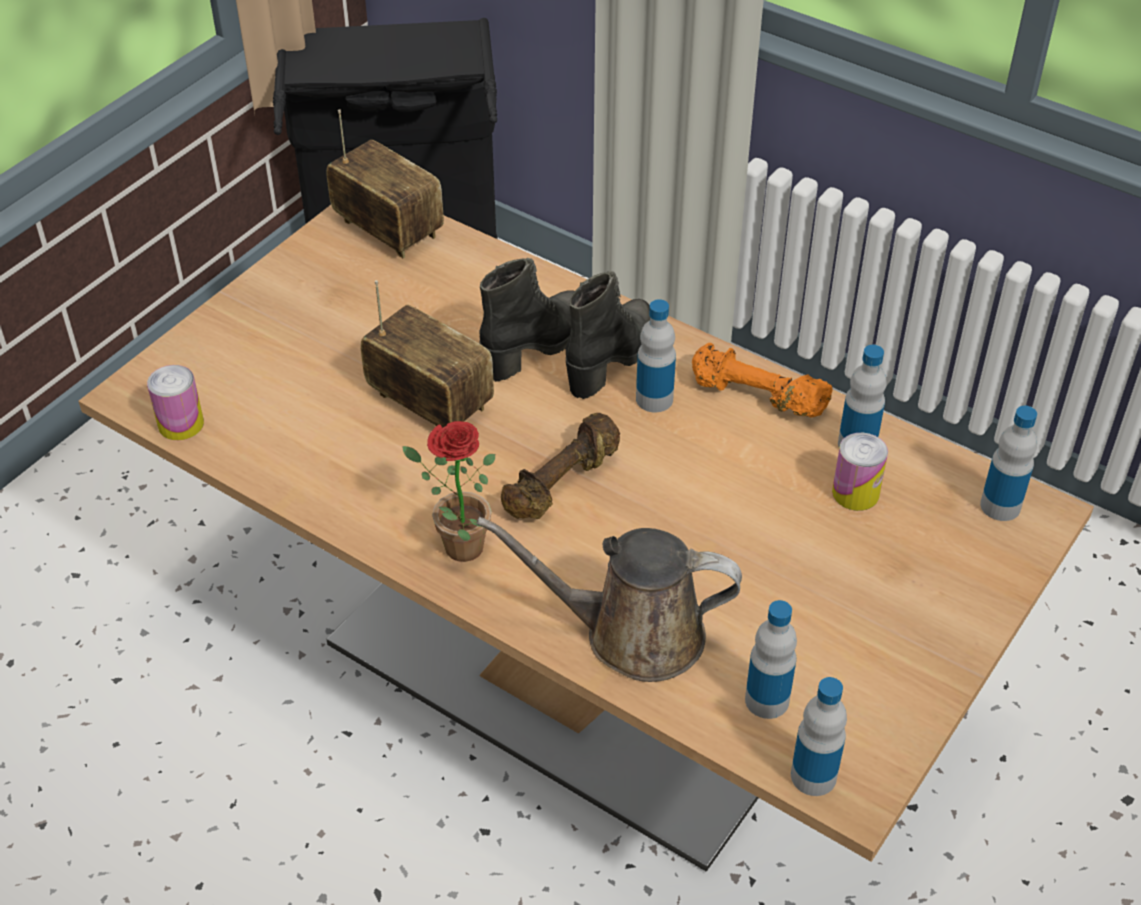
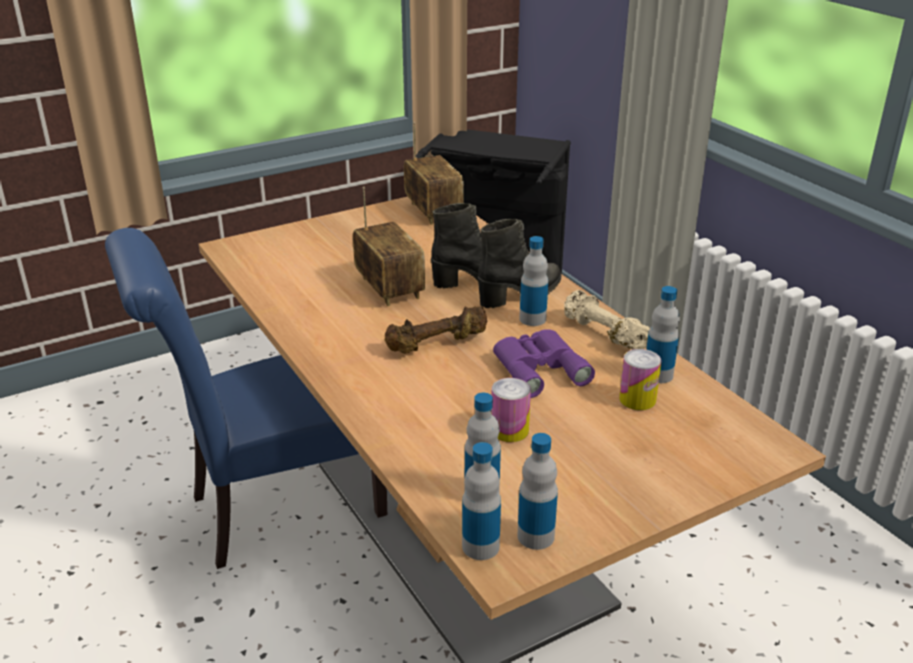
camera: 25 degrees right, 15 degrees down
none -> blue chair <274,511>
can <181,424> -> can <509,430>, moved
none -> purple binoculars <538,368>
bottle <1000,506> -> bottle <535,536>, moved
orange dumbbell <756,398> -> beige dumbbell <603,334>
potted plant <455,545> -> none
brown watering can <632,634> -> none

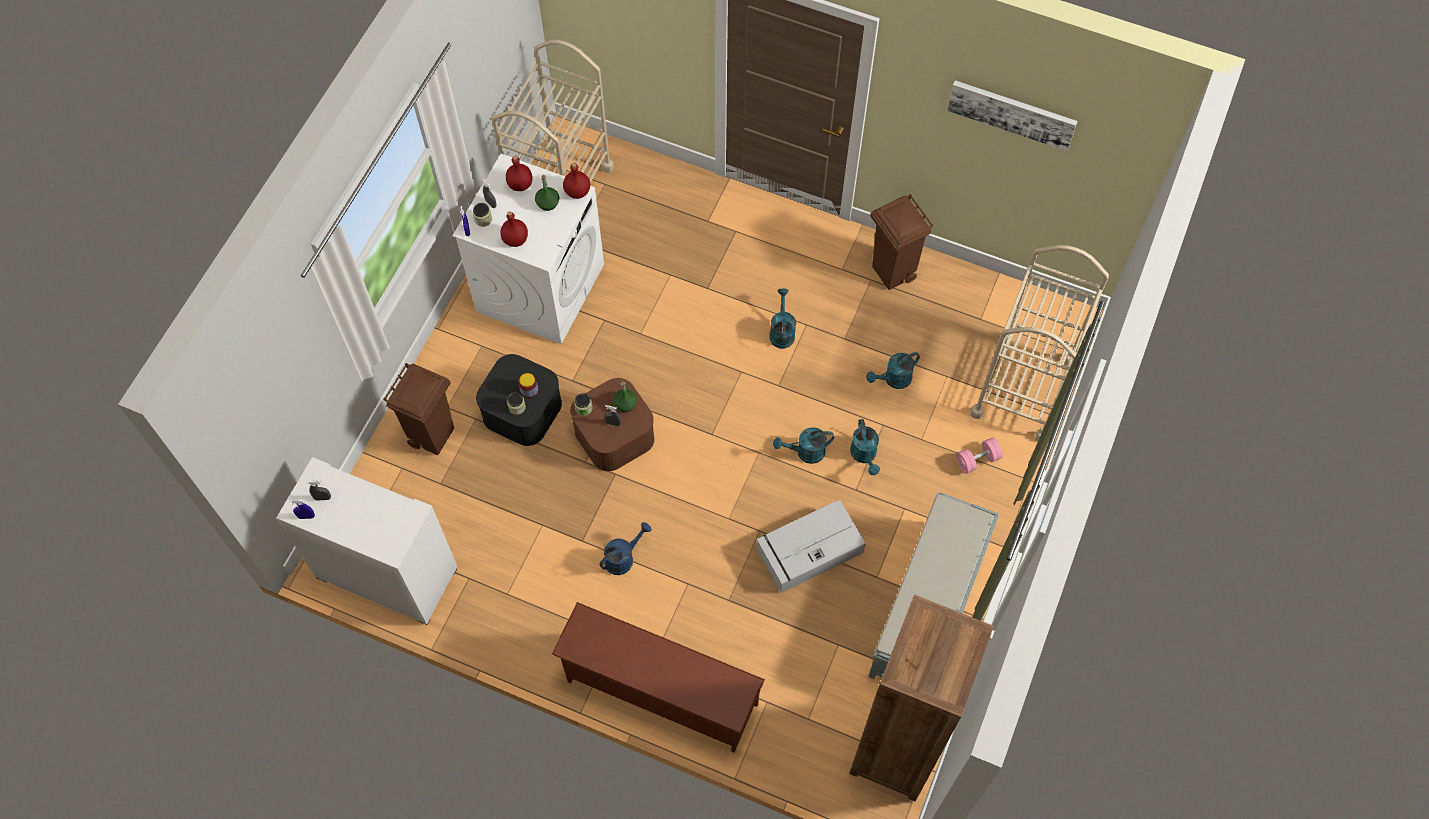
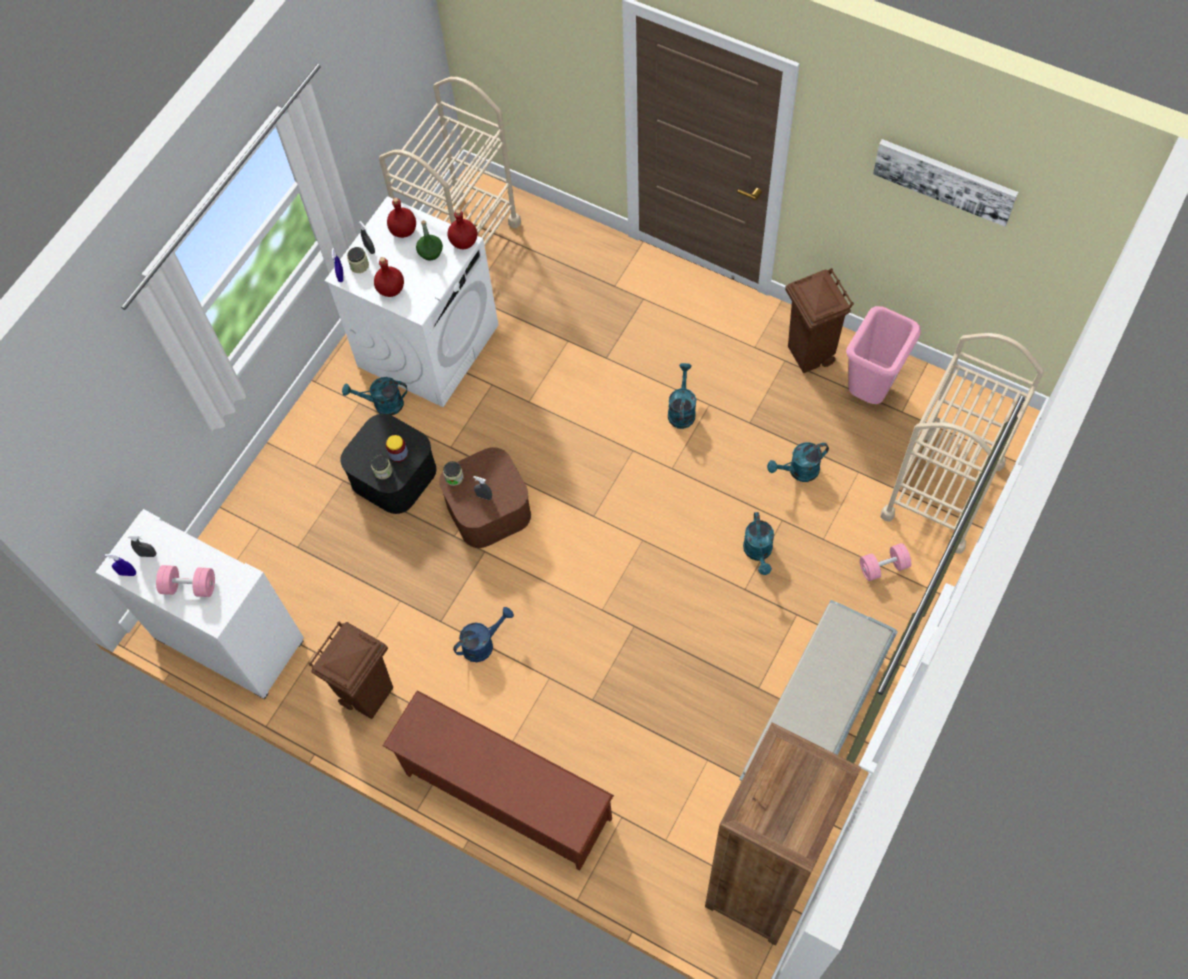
camera: 10 degrees right, 0 degrees up
none -> pink dumbbell <189,586>
brown trash can <433,435> -> brown trash can <369,694>, moved
turquoise watering can <805,452> -> turquoise watering can <382,404>, moved
none -> pink trash can <870,391>
green bottle <625,404> -> none
grey storage box <808,551> -> none

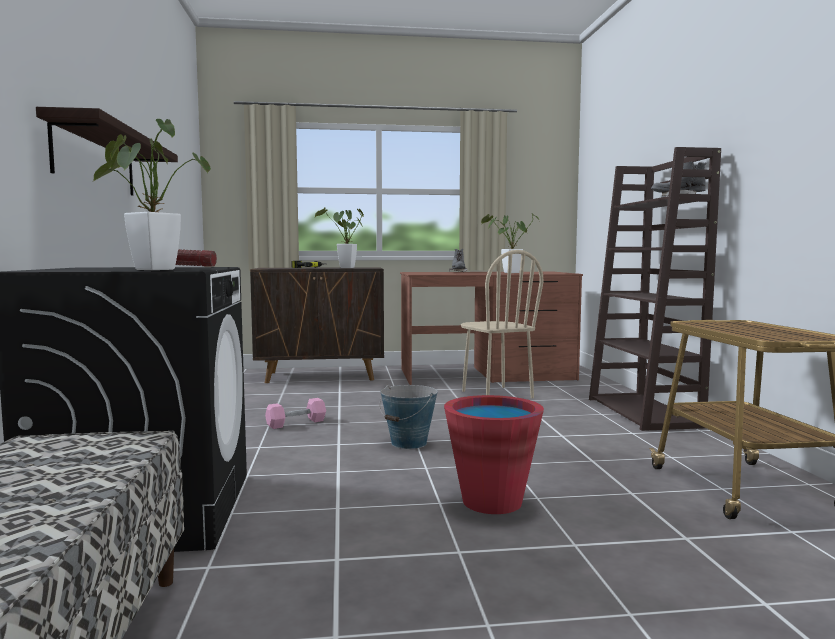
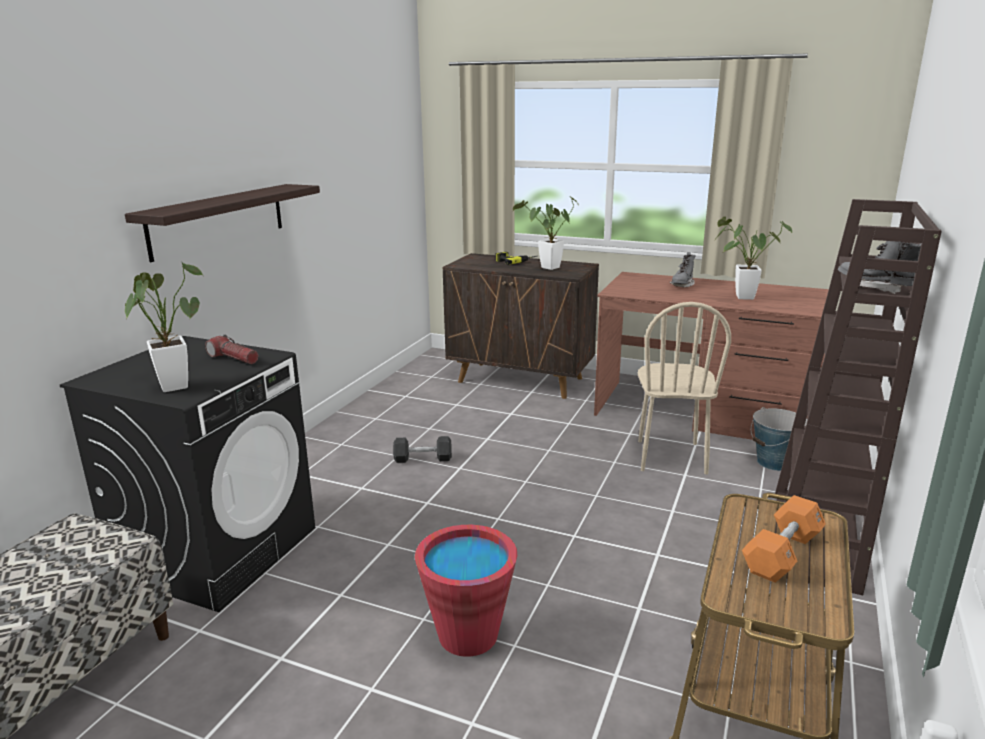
camera: 30 degrees right, 15 degrees up
pink dumbbell <296,423> -> black dumbbell <423,459>
none -> orange dumbbell <782,554>
bucket <409,443> -> bucket <774,463>, moved

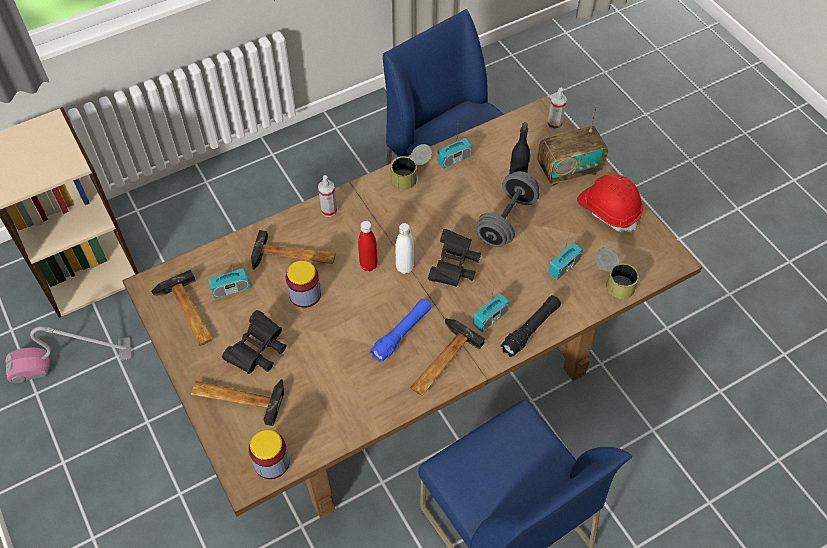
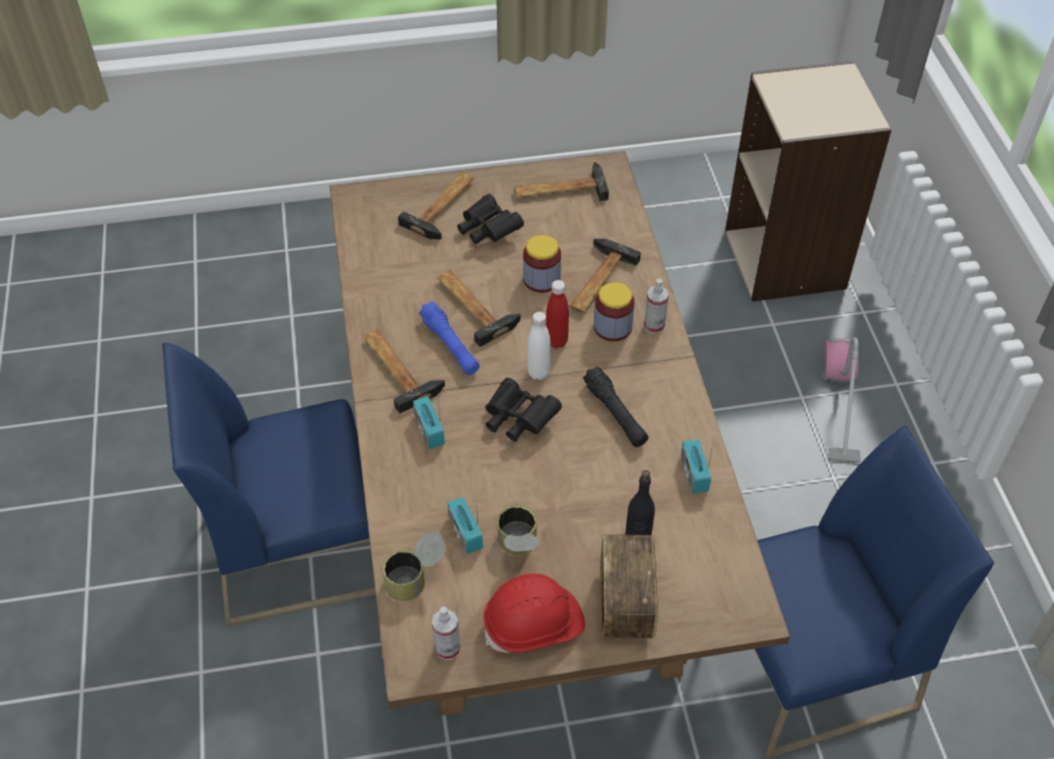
camera: 110 degrees right, 5 degrees down
spray bottle <554,124> -> spray bottle <447,649>, moved
none -> hammer <473,305>
can <411,176> -> can <518,548>, moved
black flashlight <531,329> -> black flashlight <615,414>, moved
jar <271,462> -> jar <612,327>, moved
vacuum cleaner <71,360> -> vacuum cleaner <840,404>, moved
radio <230,289> -> none
grey dumbbell <506,221> -> none

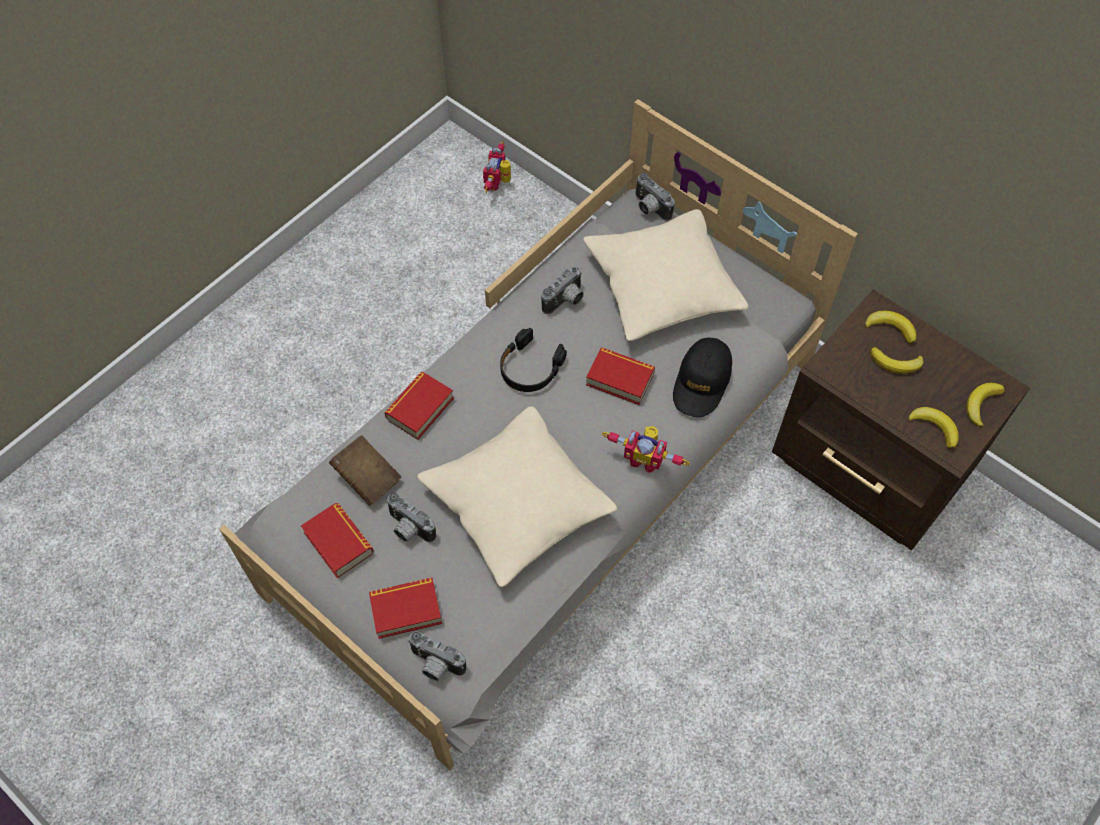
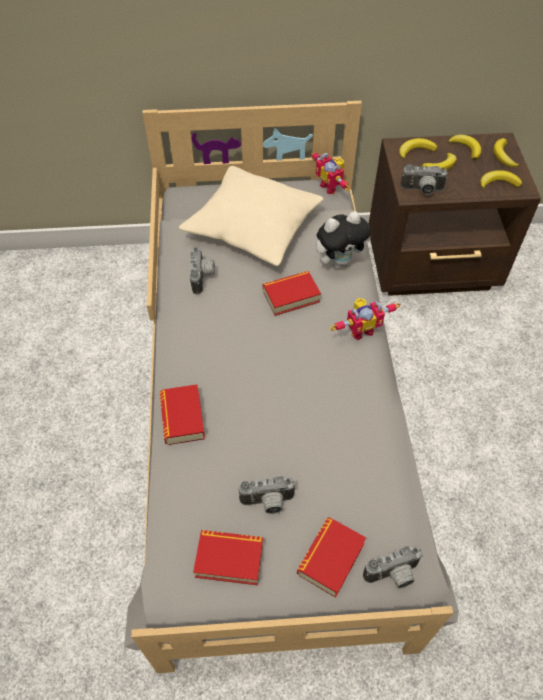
camera: 45 degrees left, 5 degrees down
toy robot <499,183> -> toy robot <331,186>, moved
black cap <702,382> -> plush toy <339,262>
photo camera <649,208> -> photo camera <422,191>, moved
none -> banana <466,148>
brown book <367,478> -> none
beige pillow <517,504> -> none
black headphones <530,368> -> none

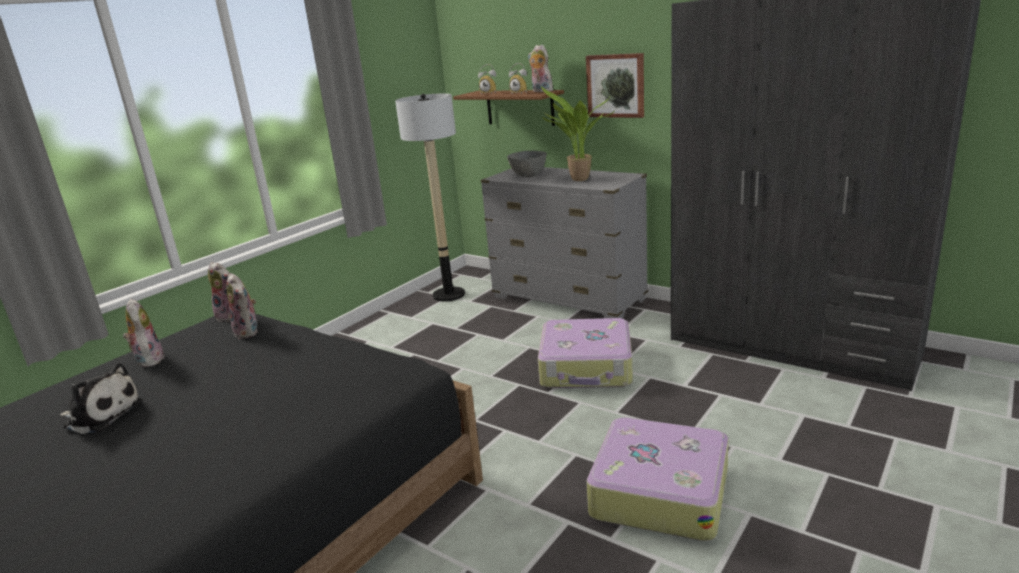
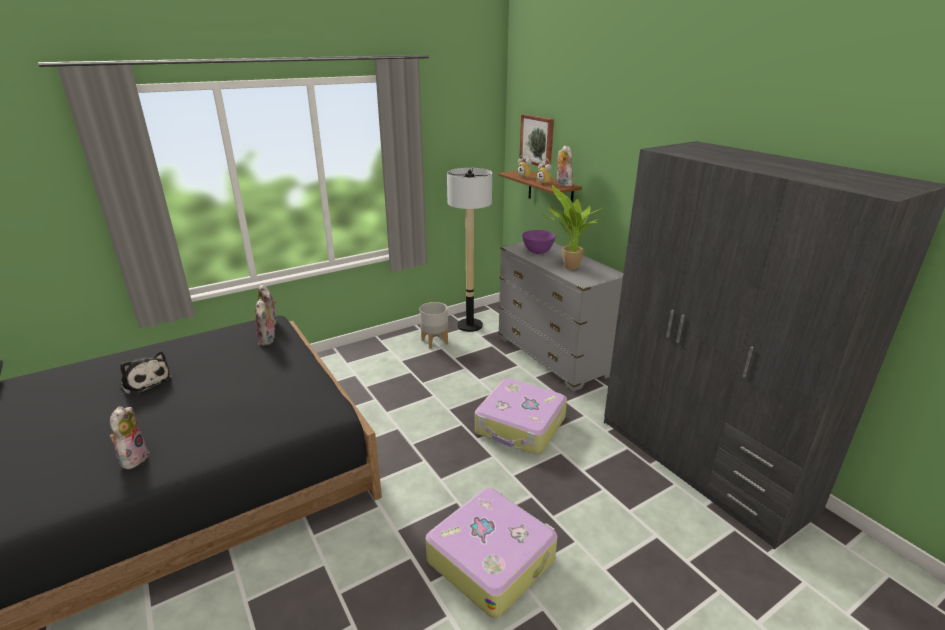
camera: 20 degrees right, 5 degrees up
plush toy <148,360> -> plush toy <133,458>, moved
none -> grey planter <434,342>
picture <616,85> -> picture <537,140>, moved
grey bowl <529,176> -> purple bowl <538,252>

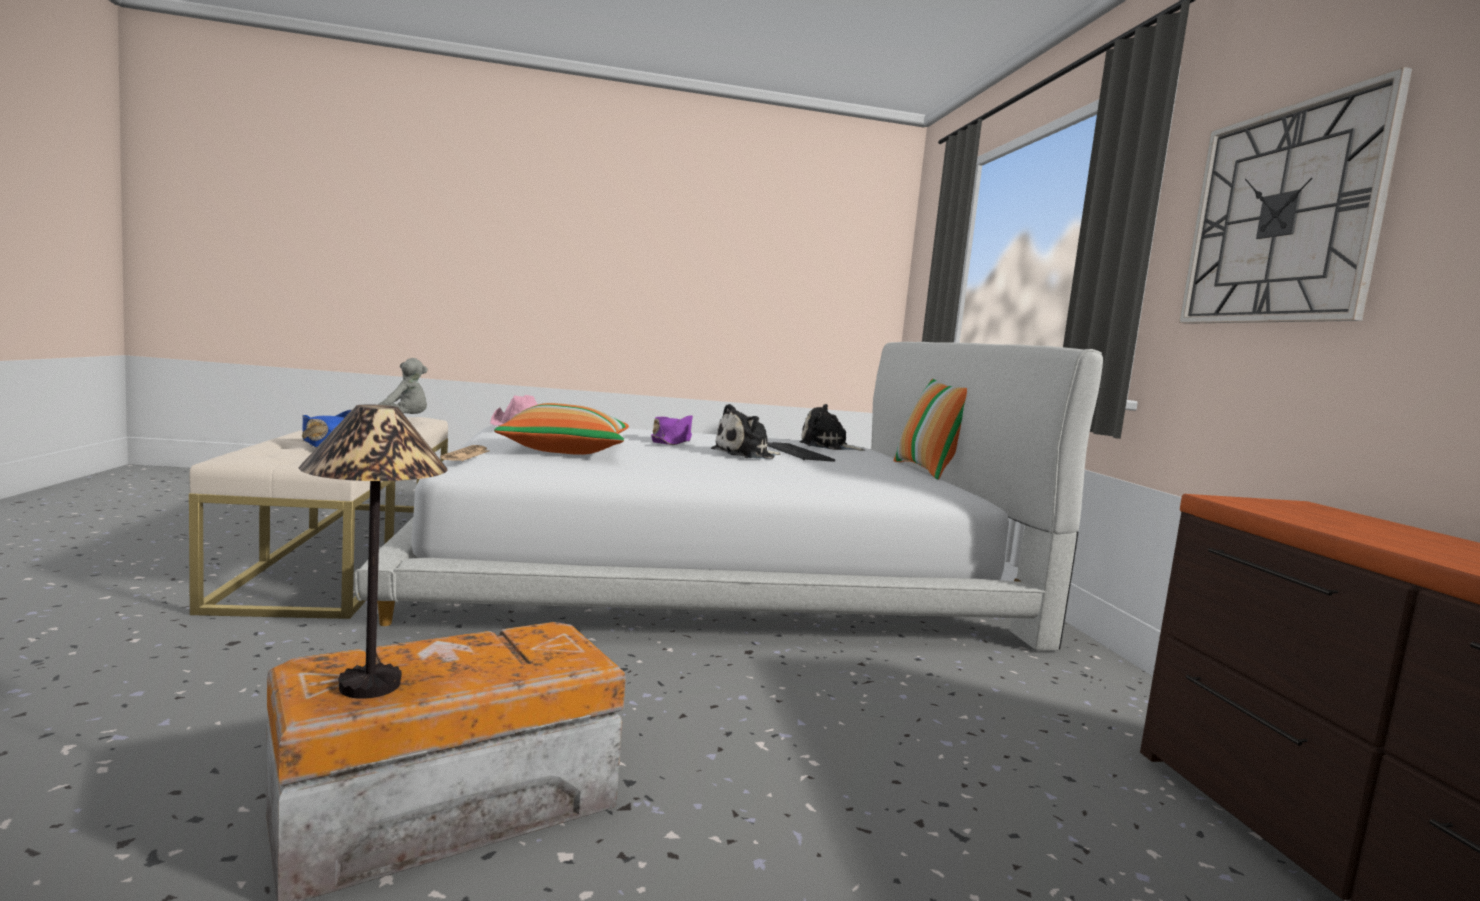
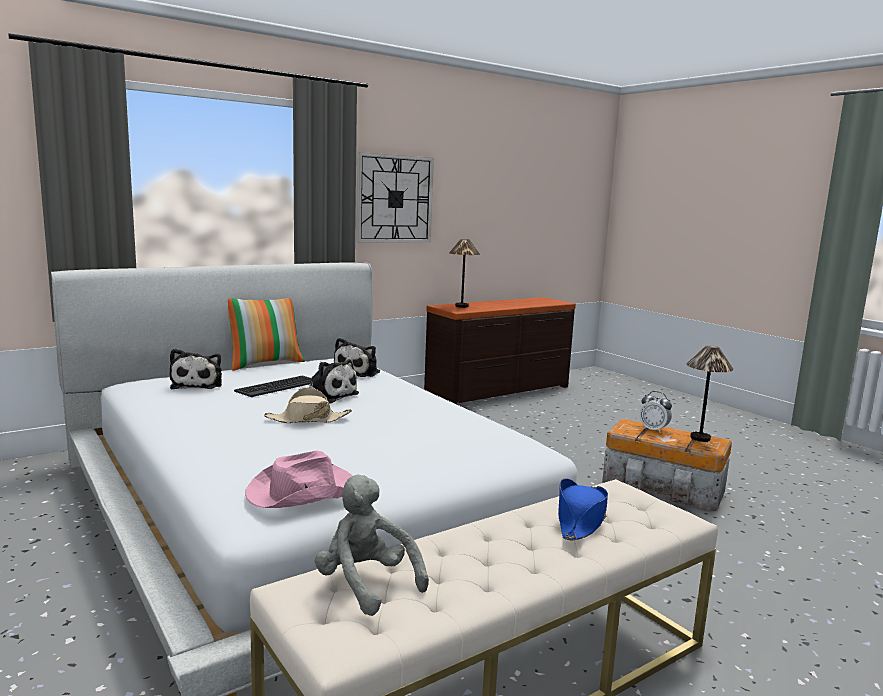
camera: 115 degrees left, 5 degrees up
purple hat <672,442> -> beige hat <308,419>
none -> plush toy <358,372>
none -> table lamp <461,306>
none -> alarm clock <653,430>
newspaper <466,455> -> none
pillow <565,450> -> none

